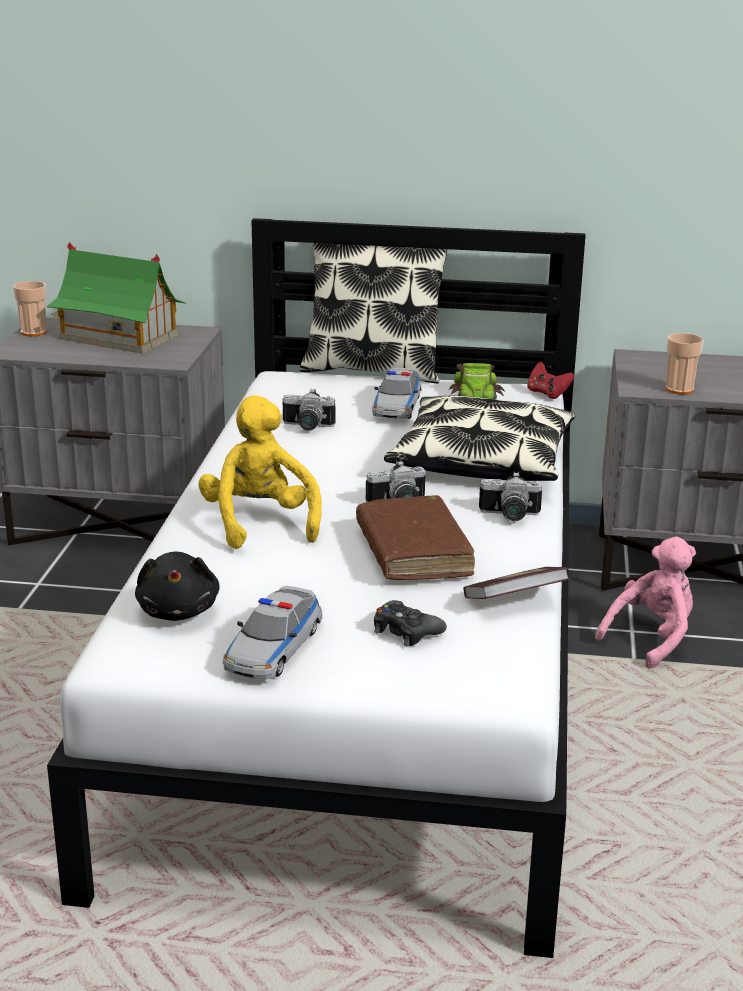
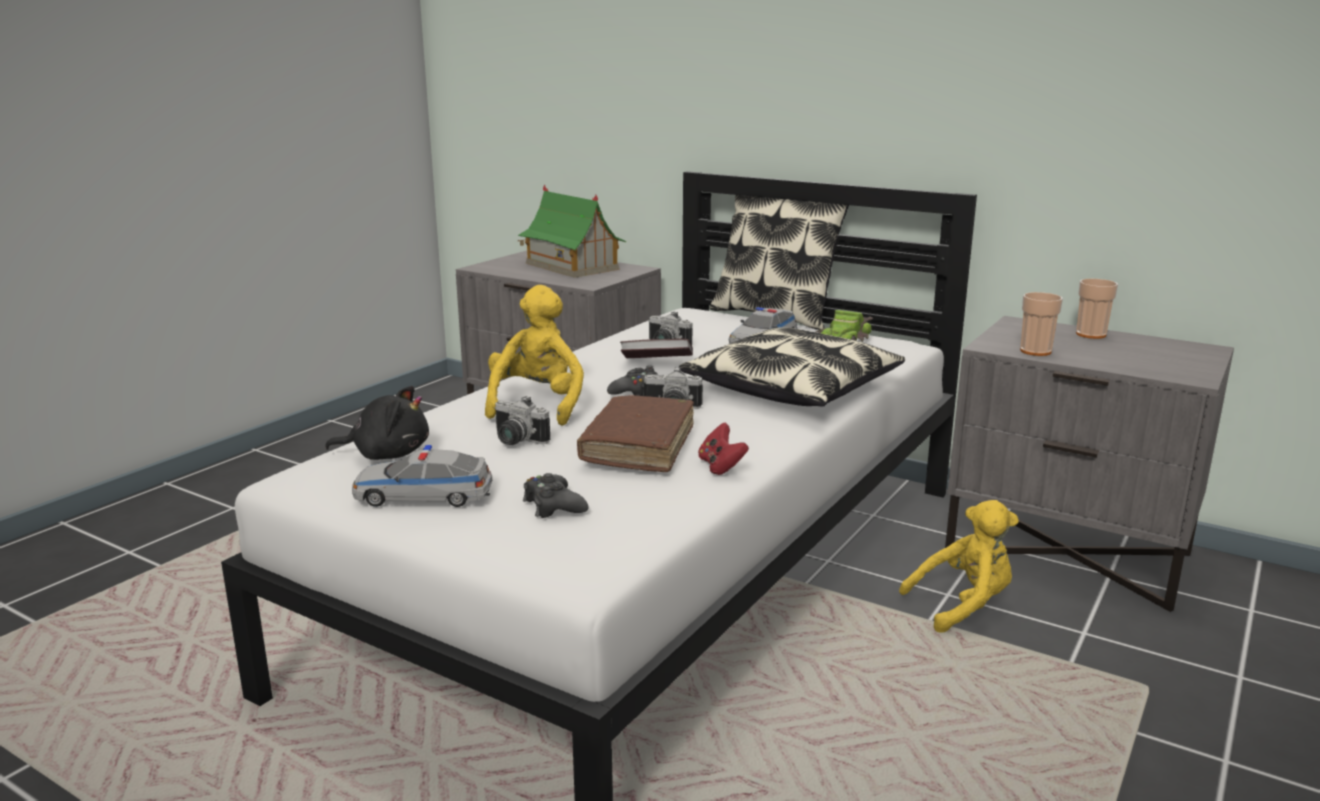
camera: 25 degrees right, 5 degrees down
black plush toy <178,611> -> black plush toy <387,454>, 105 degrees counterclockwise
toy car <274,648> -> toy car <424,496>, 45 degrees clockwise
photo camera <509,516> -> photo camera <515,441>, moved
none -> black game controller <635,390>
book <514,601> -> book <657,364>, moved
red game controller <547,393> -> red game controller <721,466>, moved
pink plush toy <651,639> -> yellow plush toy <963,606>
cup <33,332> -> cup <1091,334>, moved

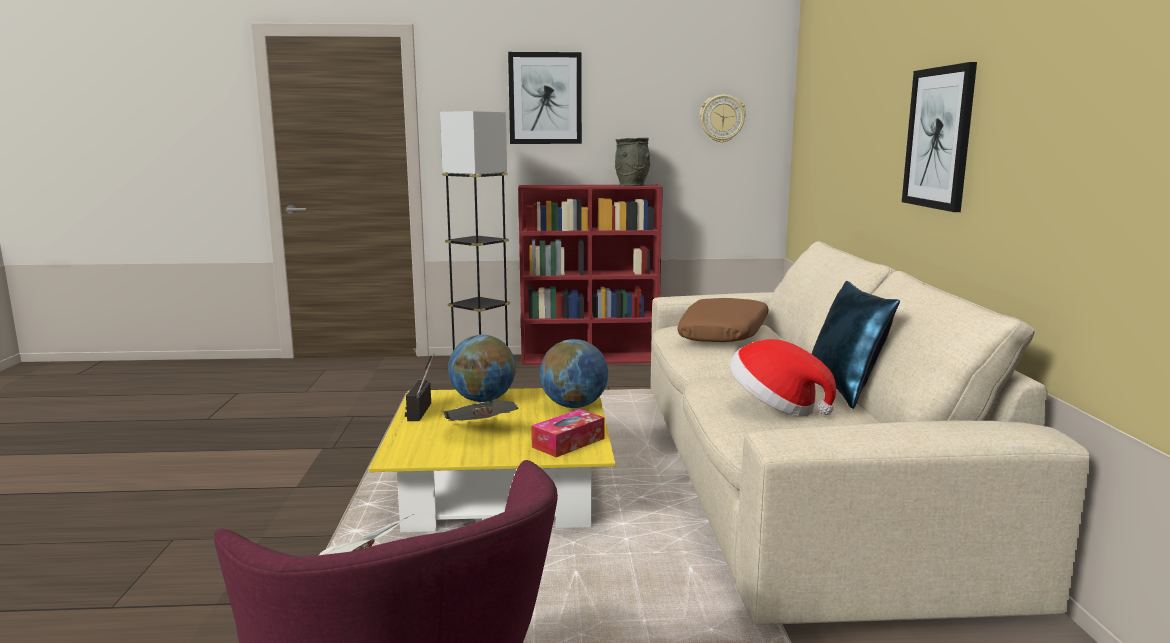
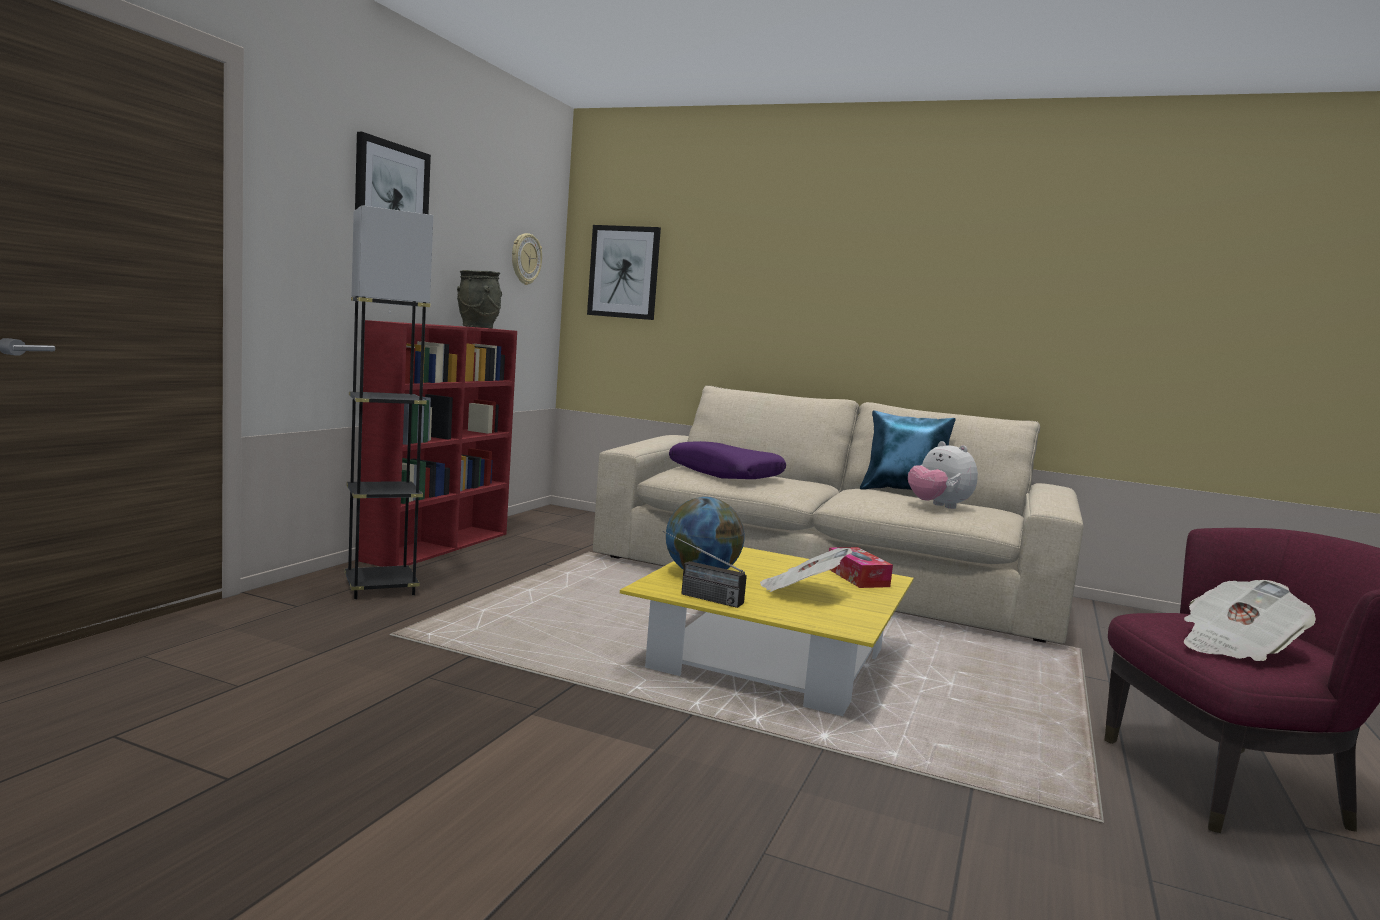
camera: 65 degrees left, 5 degrees down
picture <939,138> -> picture <624,272>, moved
brown pillow <725,334> -> purple pillow <725,473>
hat <775,407> -> plush toy <938,506>
globe <574,406> -> none

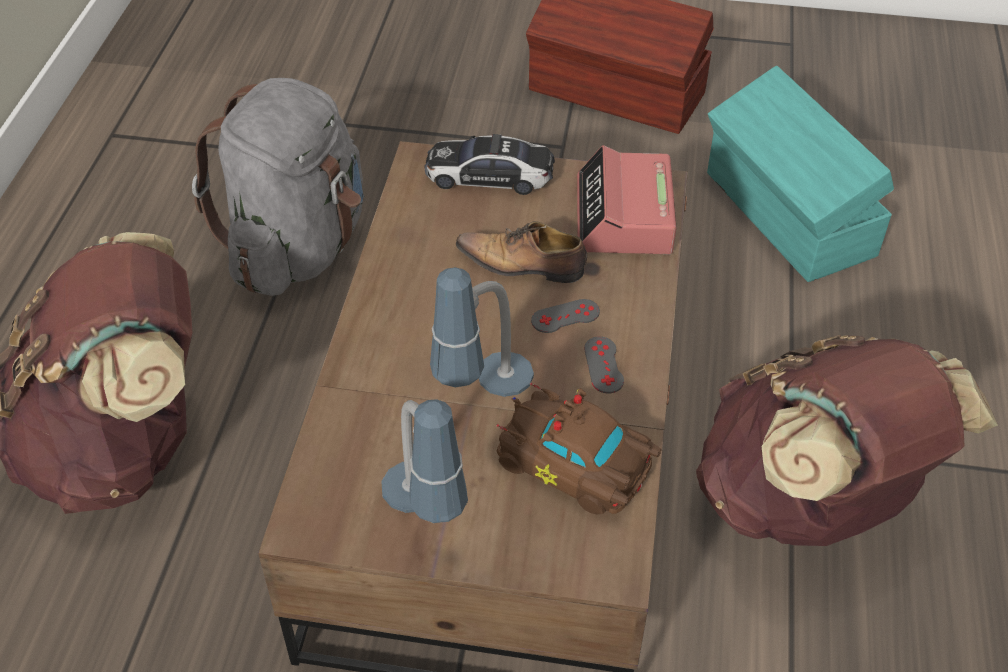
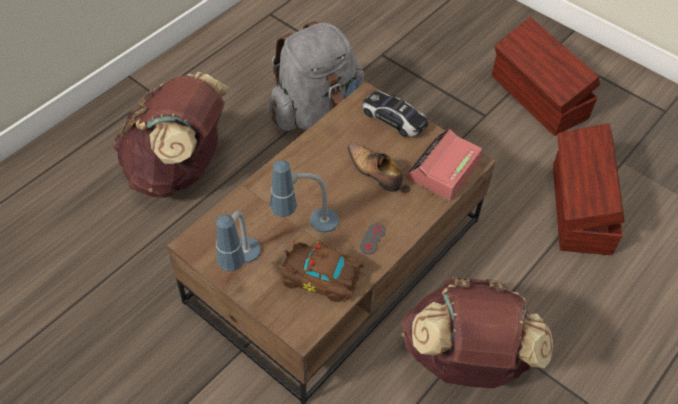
camera: 30 degrees right, 5 degrees up
brown toy car <576,467> -> brown toy car <322,279>, 45 degrees counterclockwise
turquoise storage box <787,215> -> brown storage box <579,209>
grey game controller <565,316> -> none

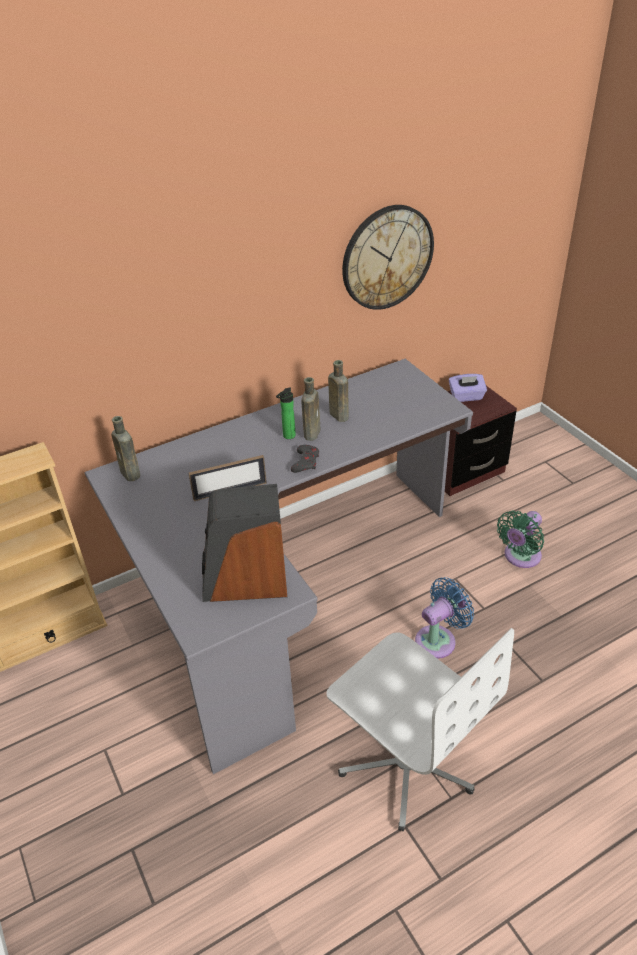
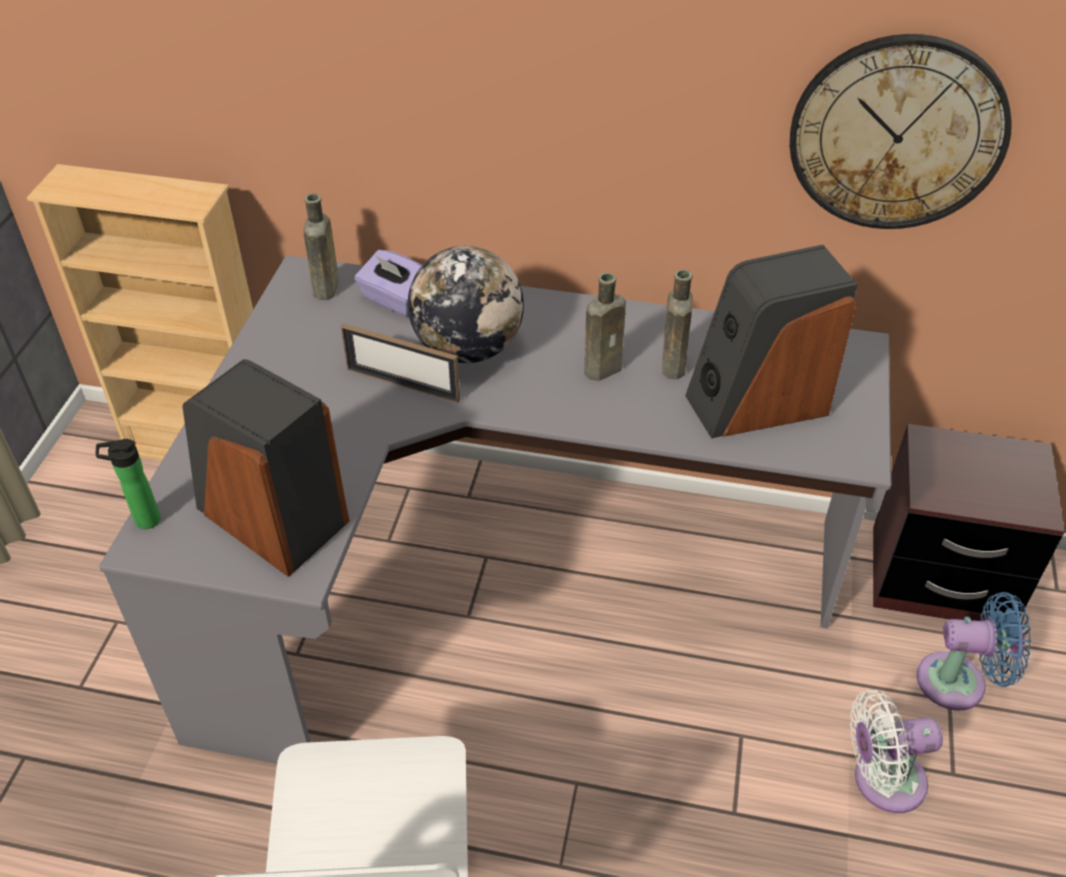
camera: 40 degrees right, 5 degrees up
bottle <288,436> -> bottle <143,520>, moved
purple tissue box <466,397> -> purple tissue box <395,300>, moved
none -> globe <468,348>
none -> speaker <756,403>
green fan <520,557> -> white fan <882,780>
blue fan <439,639> -> blue fan <959,682>, moved
grey game controller <305,462> -> none

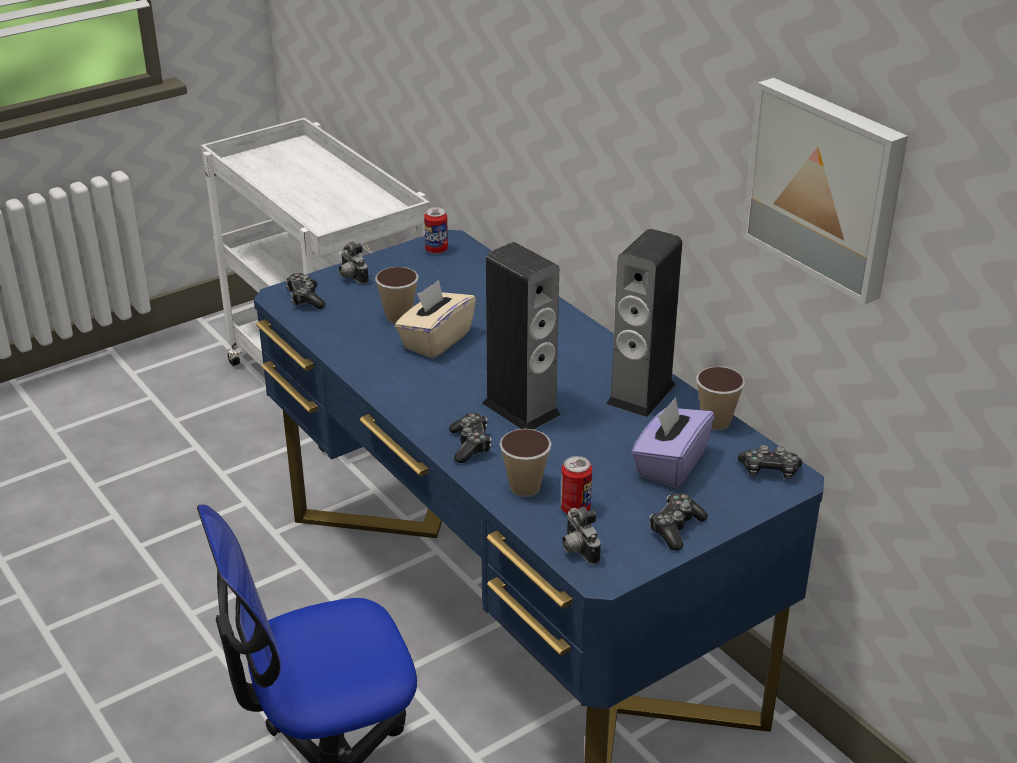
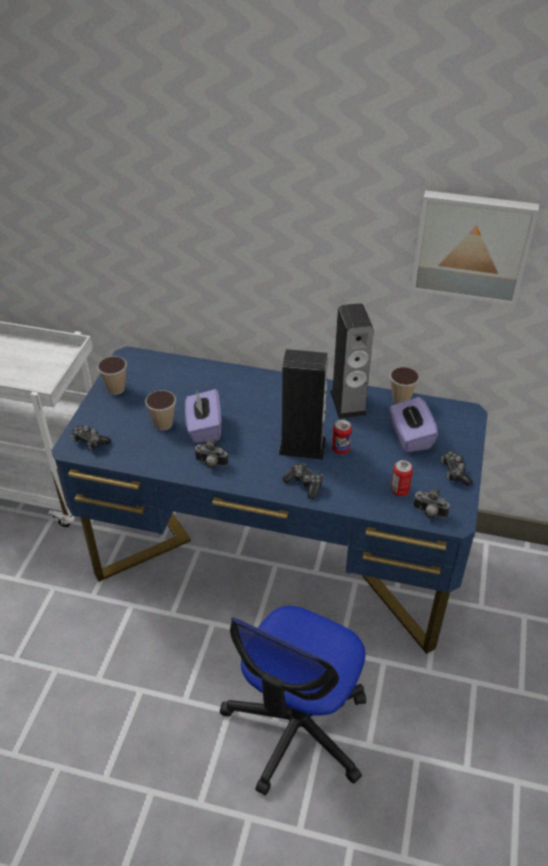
camera: 40 degrees left, 10 degrees up
cup <525,487> -> cup <116,389>, moved
beige tissue box <436,340> -> purple tissue box <204,428>
photo camera <351,277> -> photo camera <210,464>, moved
can <436,250> -> can <340,449>, moved
game controller <769,471> -> none

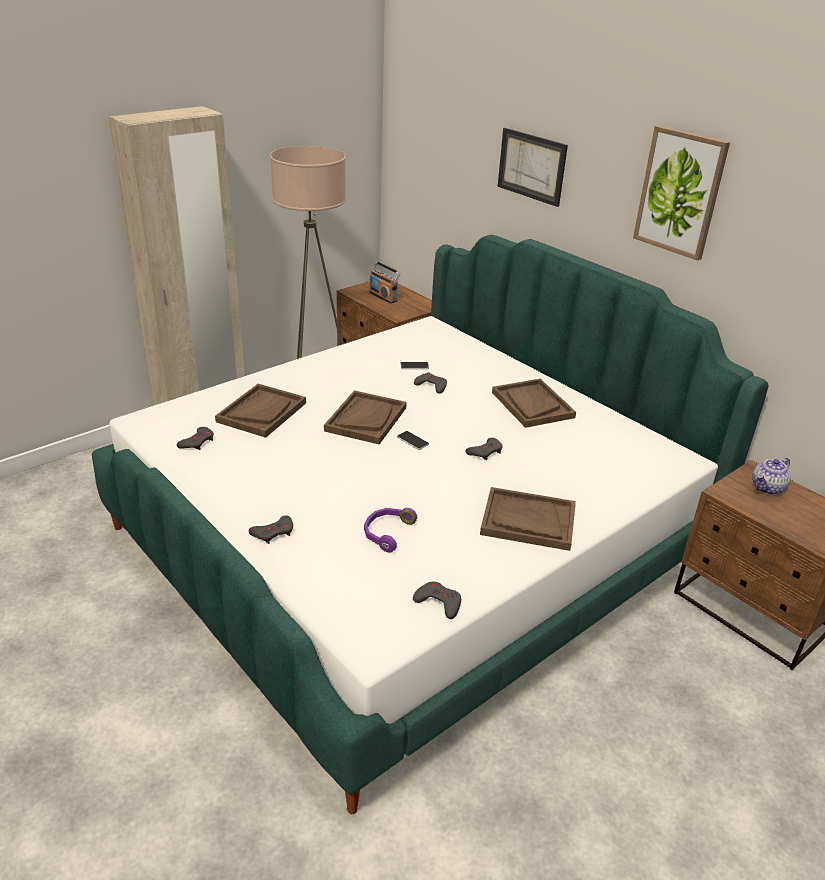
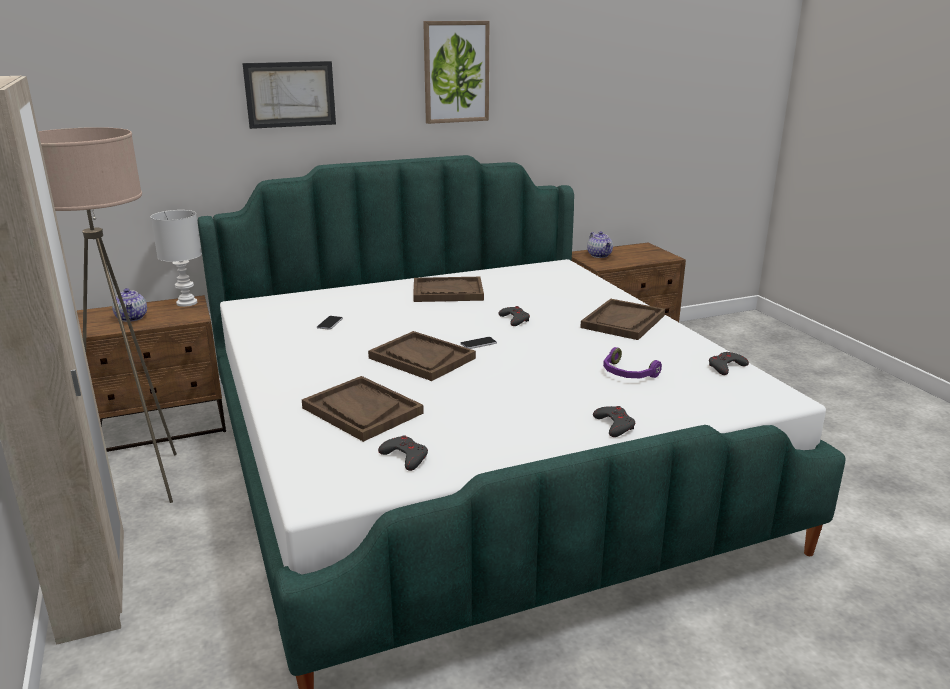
camera: 70 degrees left, 10 degrees down
radio <383,296> -> teapot <132,318>
none -> white table lamp <186,303>
grey game controller <431,386> -> none

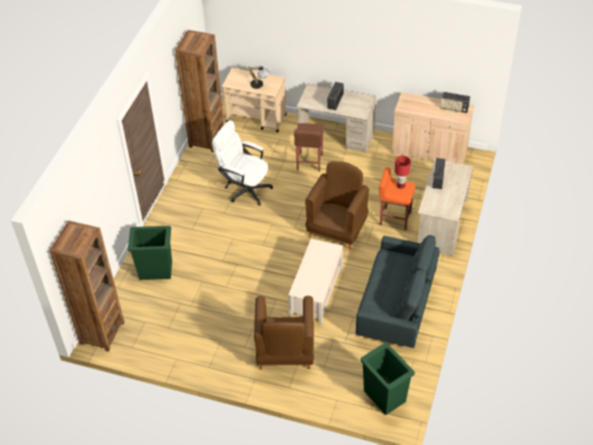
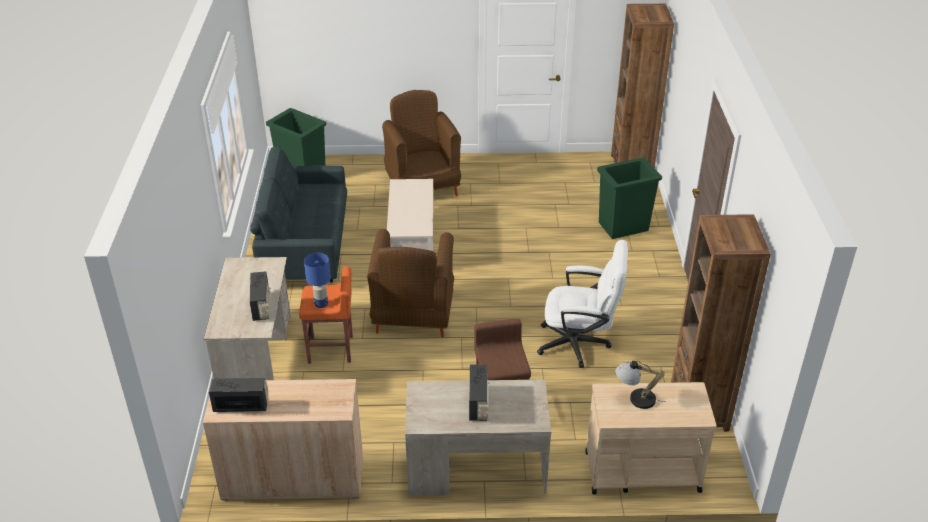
camera: 160 degrees right, 10 degrees down
red table lamp <400,186> -> blue table lamp <321,303>

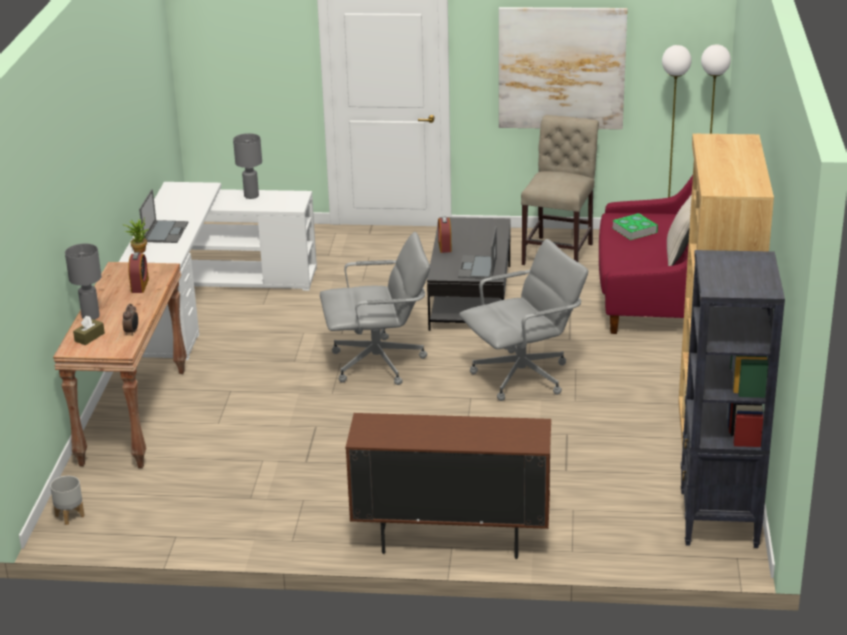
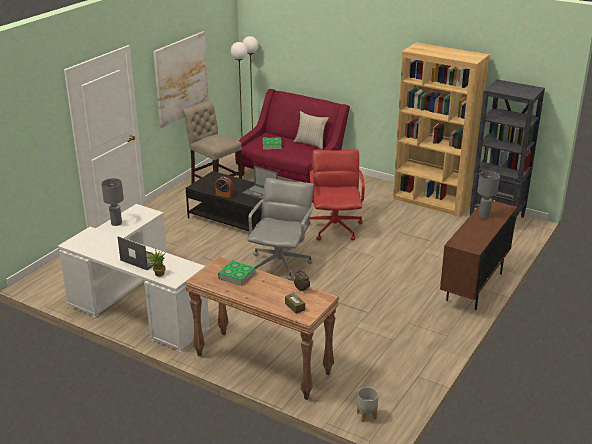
camera: 65 degrees left, 0 degrees up
alarm clock <140,286> -> book <237,276>
grey office chair <523,377> -> red office chair <335,228>
grey table lamp <91,316> -> grey table lamp <484,216>, moved

